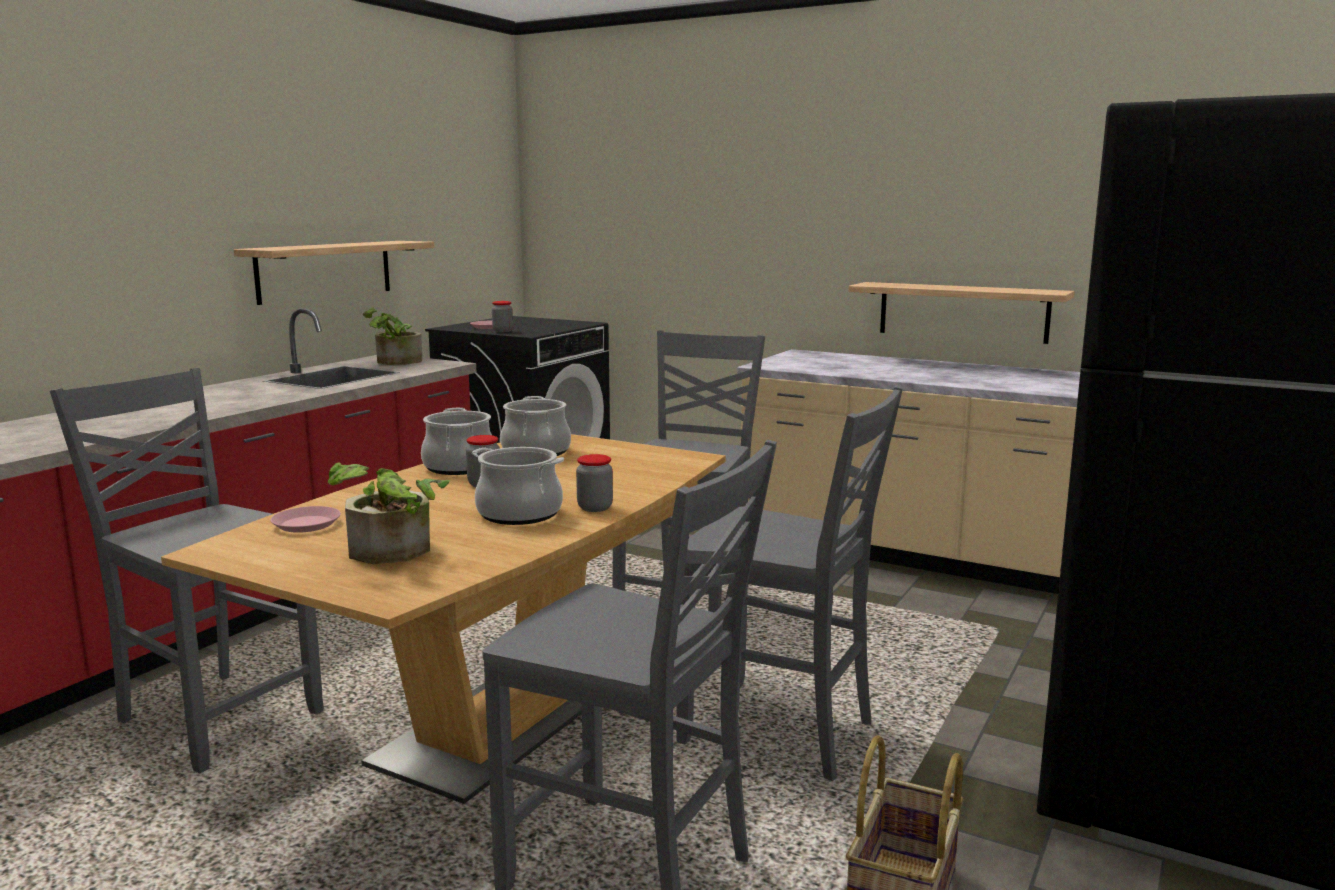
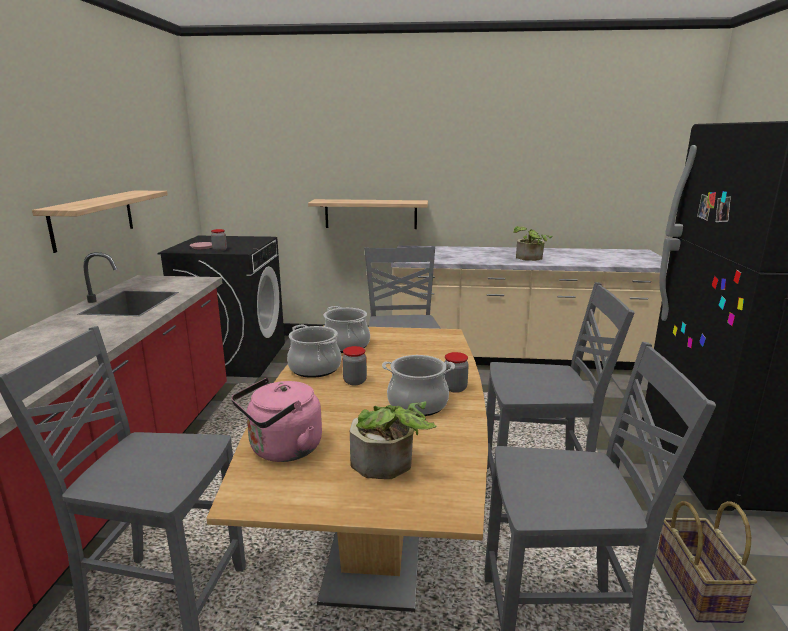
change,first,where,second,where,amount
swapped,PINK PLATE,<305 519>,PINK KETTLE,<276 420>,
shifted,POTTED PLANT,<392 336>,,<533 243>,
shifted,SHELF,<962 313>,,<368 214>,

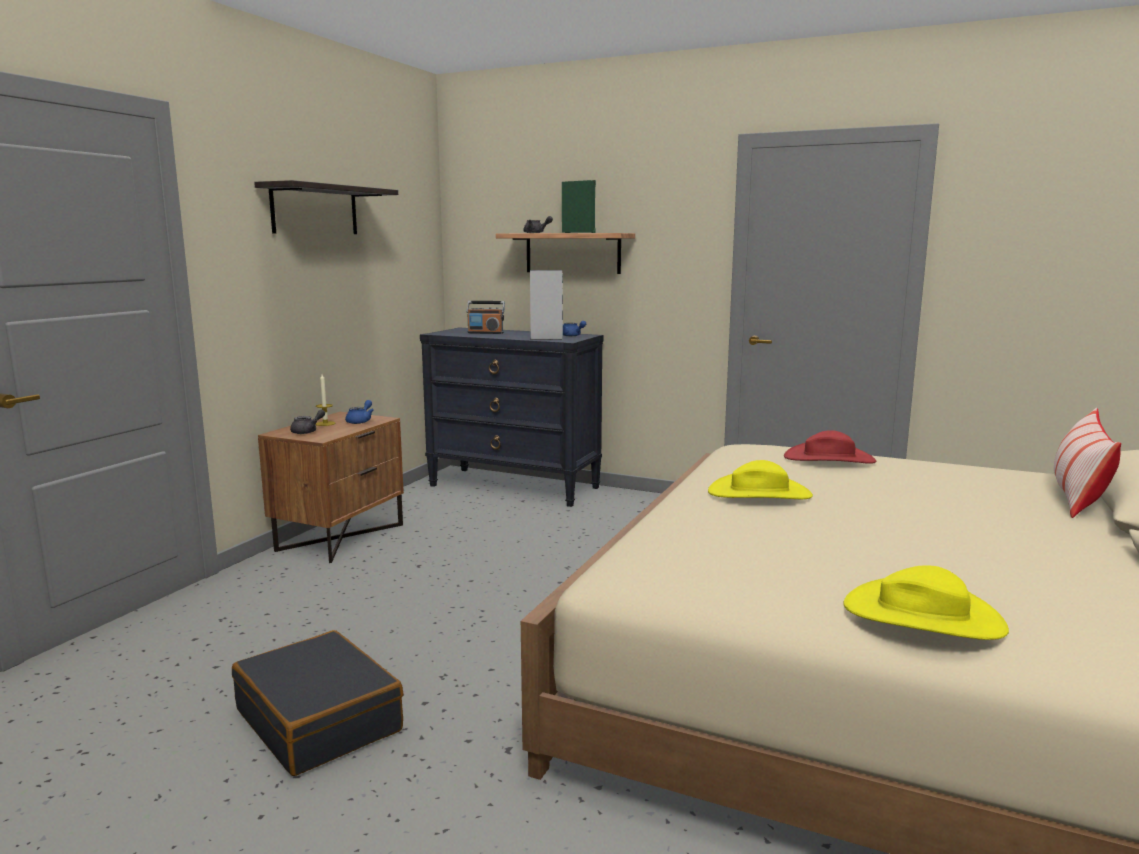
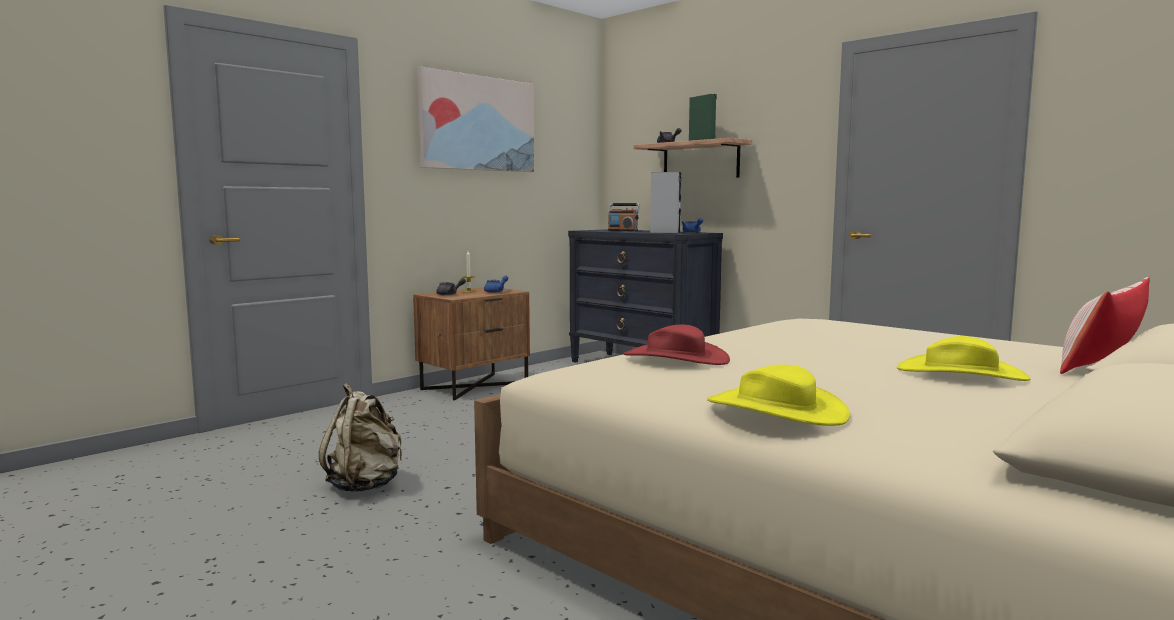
change,first,where,second,where,amount
swapped,BLACK SUITCASE,<317 703>,BEIGE BACKPACK,<360 437>,
swapped,SHELF,<326 207>,PICTURE,<475 119>,
shifted,YELLOW HAT,<760 479>,,<964 358>,
shifted,RED HAT,<830 447>,,<677 345>,

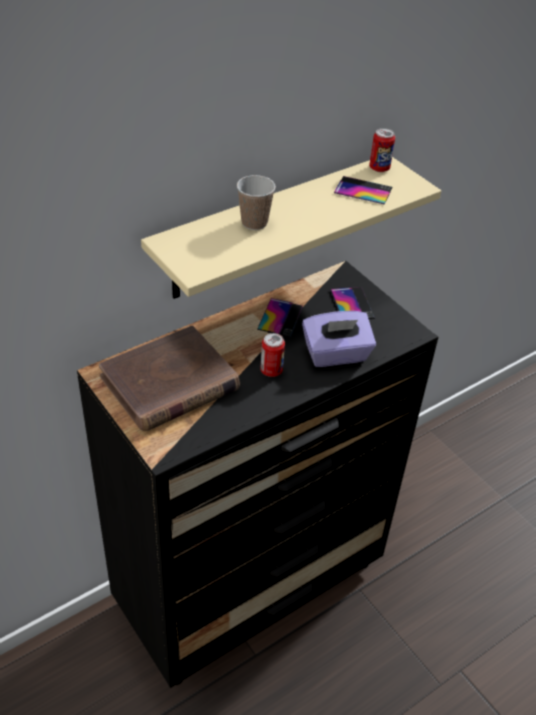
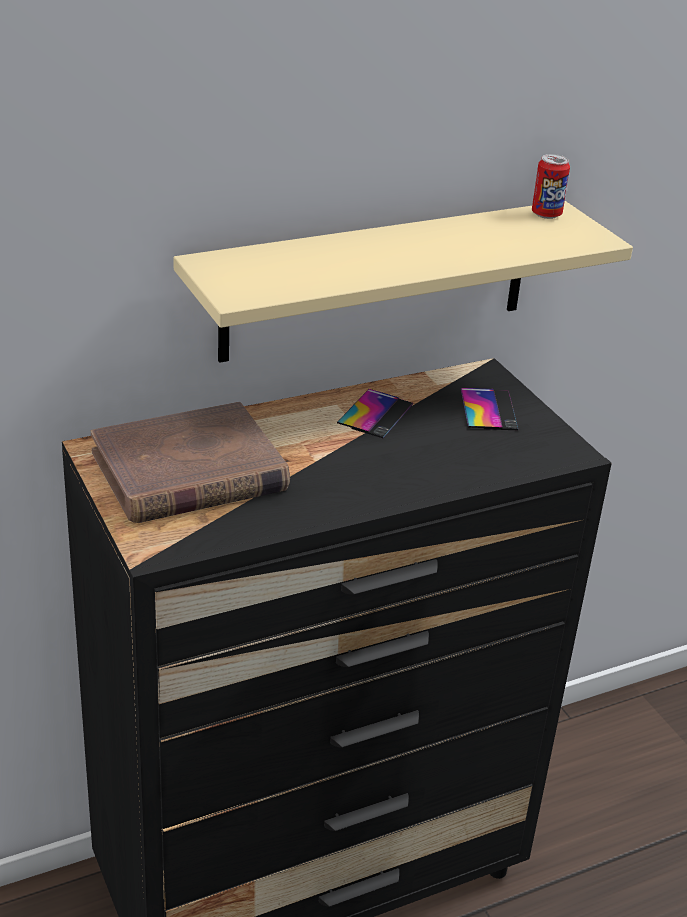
change,first,where,second,where,amount
gone,CUP,<256 202>,,,
gone,CAN,<272 355>,,,
gone,PURPLE TISSUE BOX,<339 339>,,,
gone,PHONE,<363 190>,,,

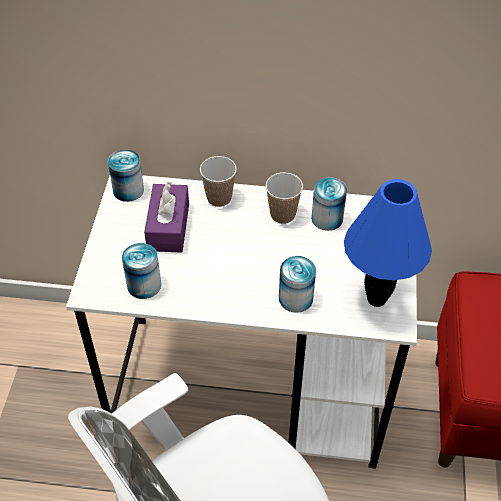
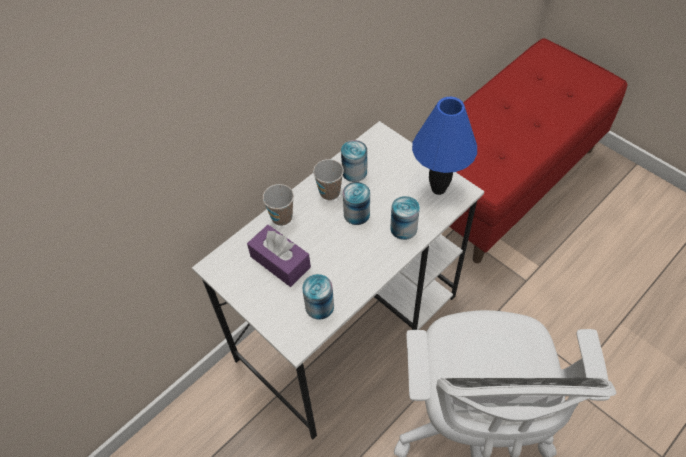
change,first,where,second,where,amount
shifted,CAN,<126 176>,,<356 203>,

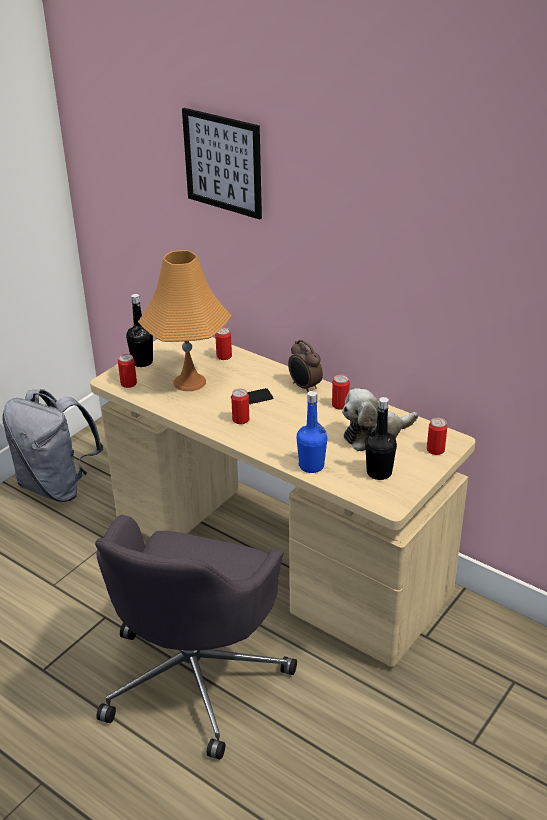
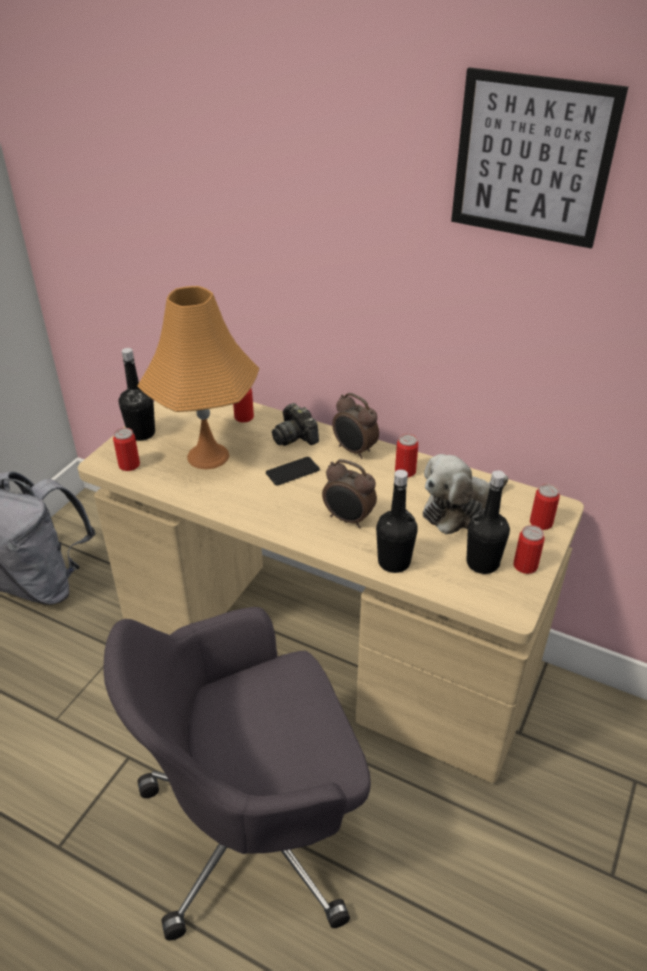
change,first,where,second,where,amount
rotated,GREY OFFICE CHAIR,<196 637>,,<237 773>,60 degrees clockwise
shifted,PICTURE,<222 164>,,<539 158>,
shifted,CAN,<240 406>,,<529 549>,
repainted,BLUE BOTTLE,<311 432>,BLACK BOTTLE,<397 521>,
new,,,PHOTO CAMERA,<295 424>,
new,,,ALARM CLOCK,<349 493>,

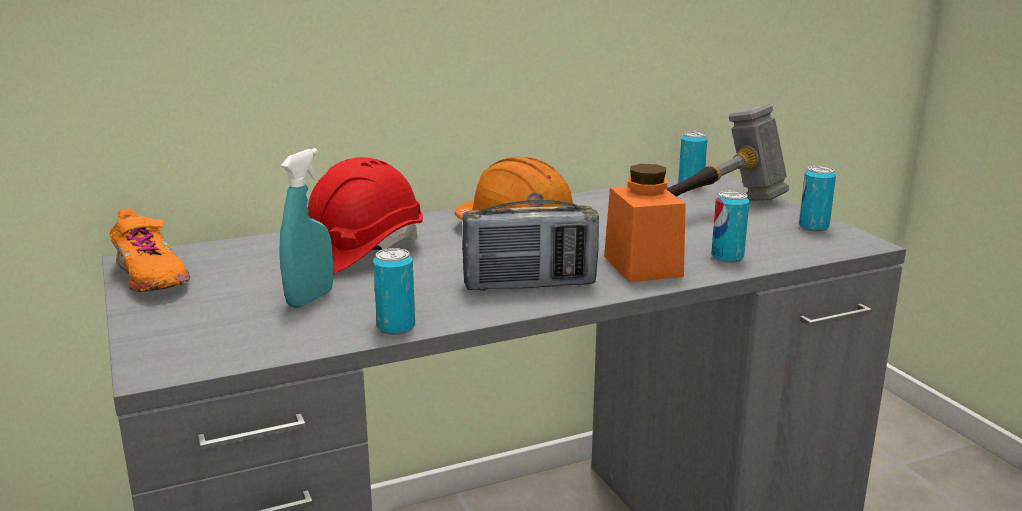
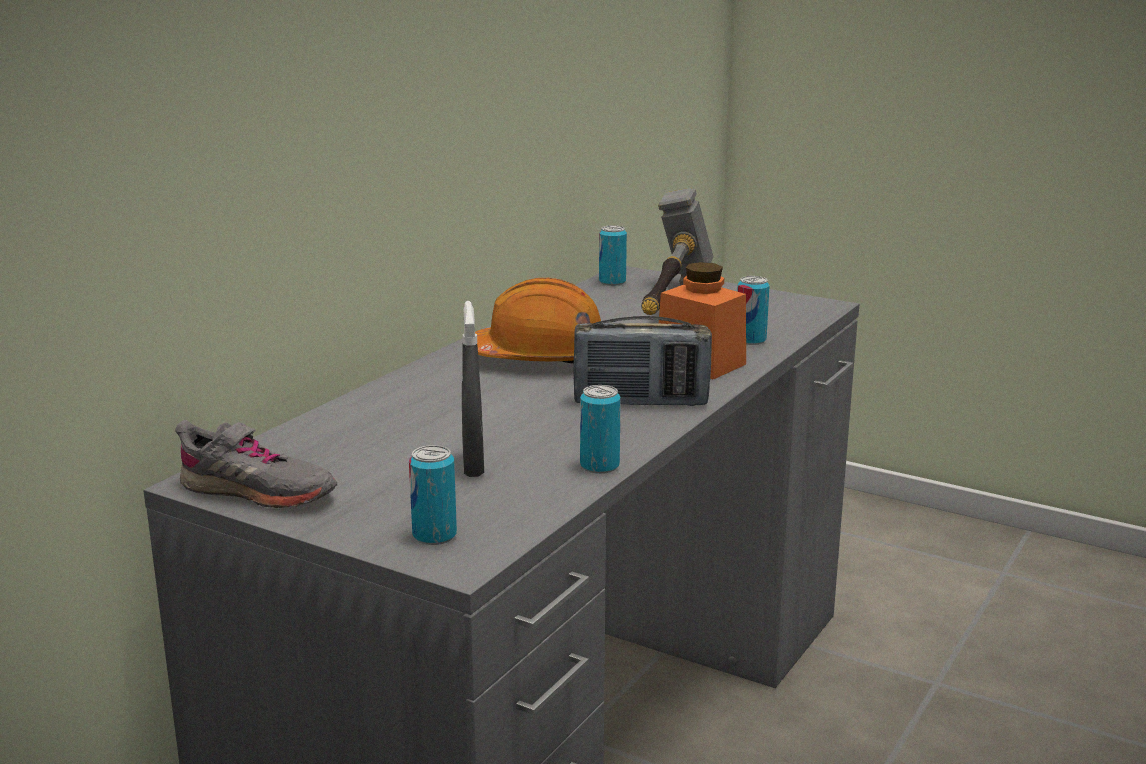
change,first,where,second,where,amount
repainted,ORANGE SHOE,<150 250>,GREY SHOE,<256 464>,
repainted,TURQUOISE SPRAY BOTTLE,<306 228>,GREY SPRAY BOTTLE,<473 389>,
gone,RED HARD HAT,<365 215>,,,
rotated,RADIO,<530 245>,,<642 361>,45 degrees clockwise
shifted,CAN,<817 199>,,<433 495>,

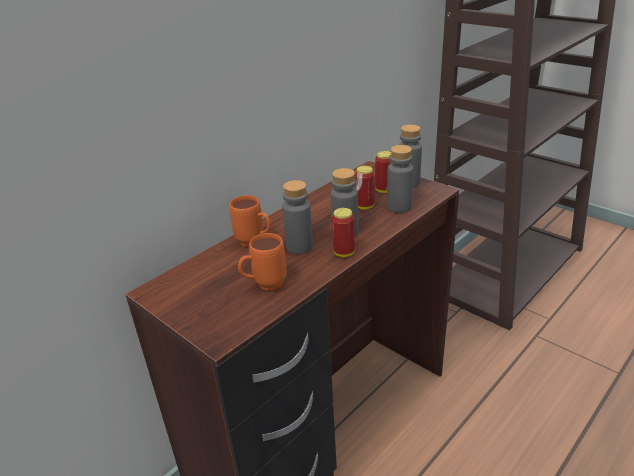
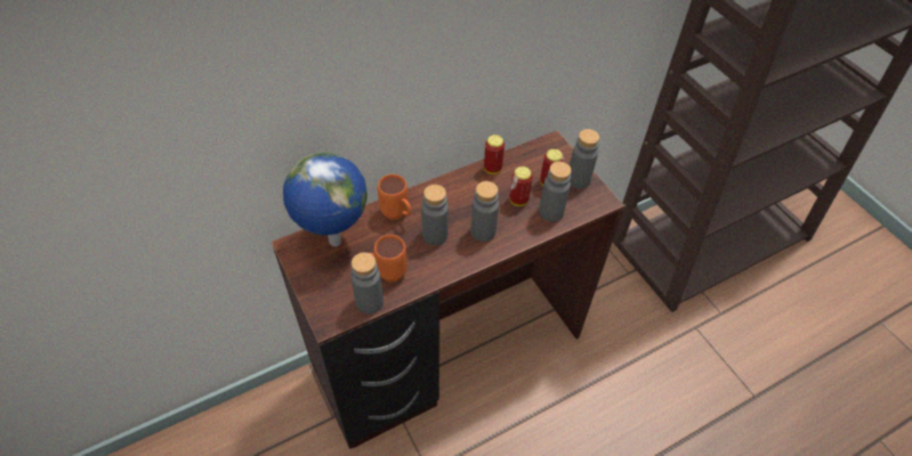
change,first,where,second,where,amount
shifted,CAN,<343 232>,,<494 154>,
new,,,GLOBE,<325 199>,
new,,,GREY BOTTLE,<367 283>,

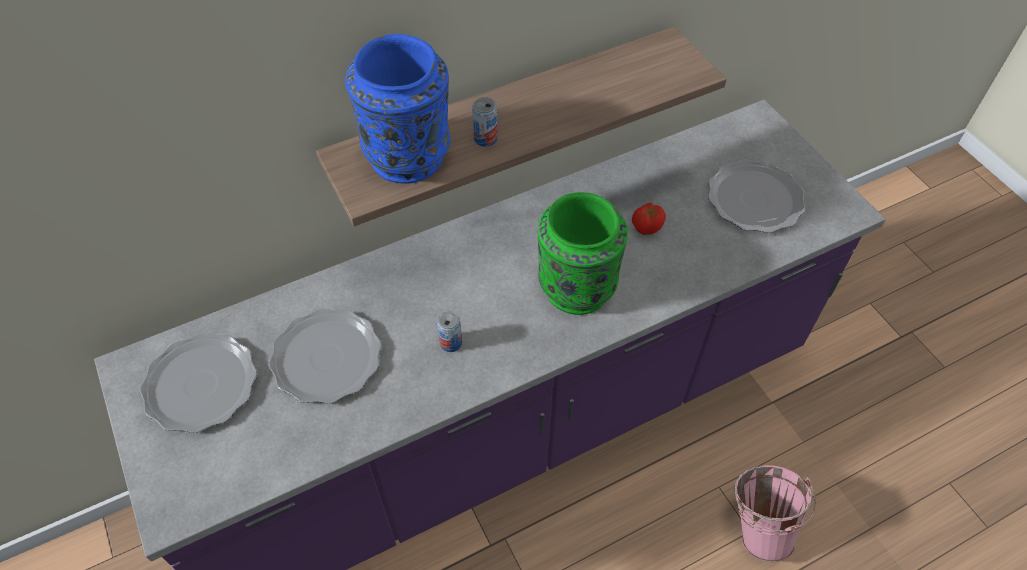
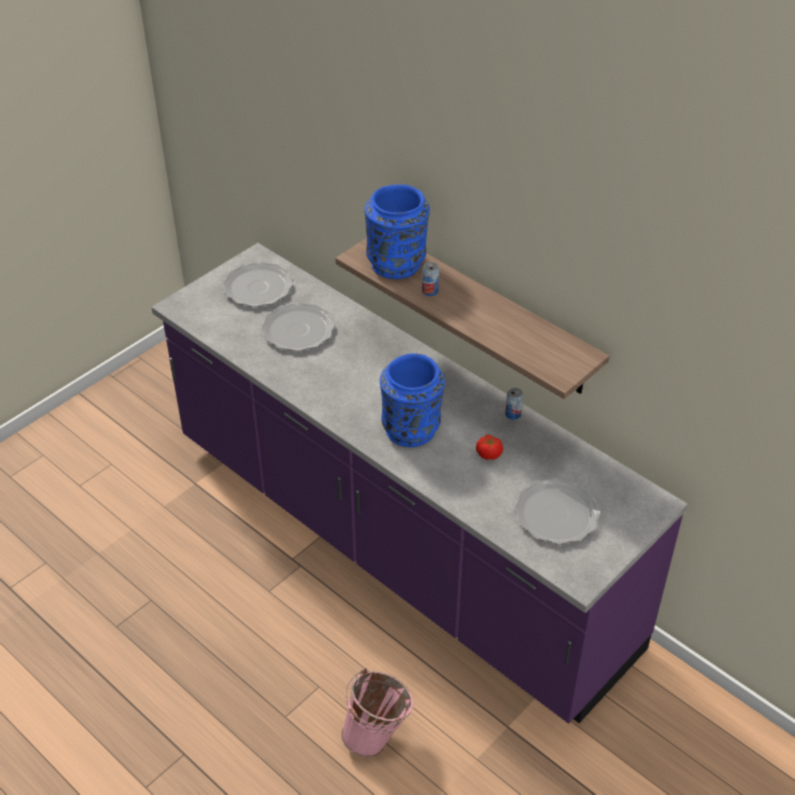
change,first,where,second,where,amount
shifted,CAN,<449 331>,,<514 404>,
repainted,GREEN VASE,<583 253>,BLUE VASE,<412 400>,

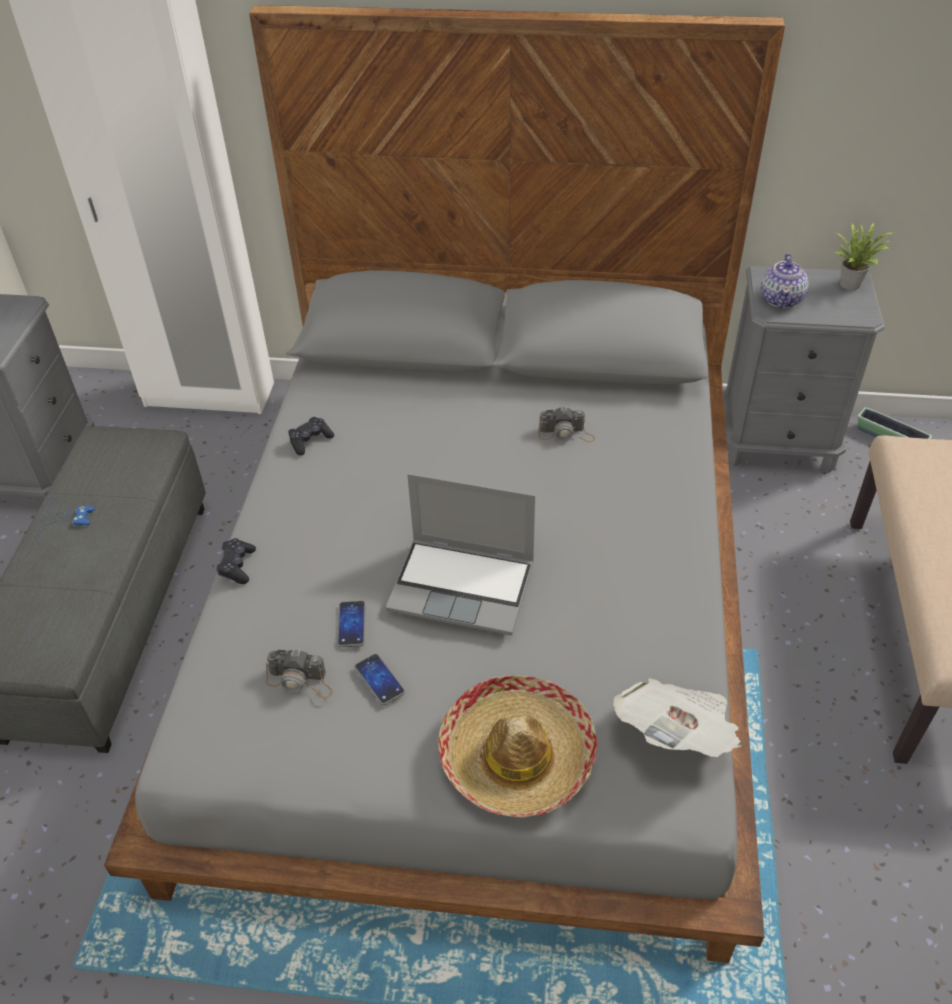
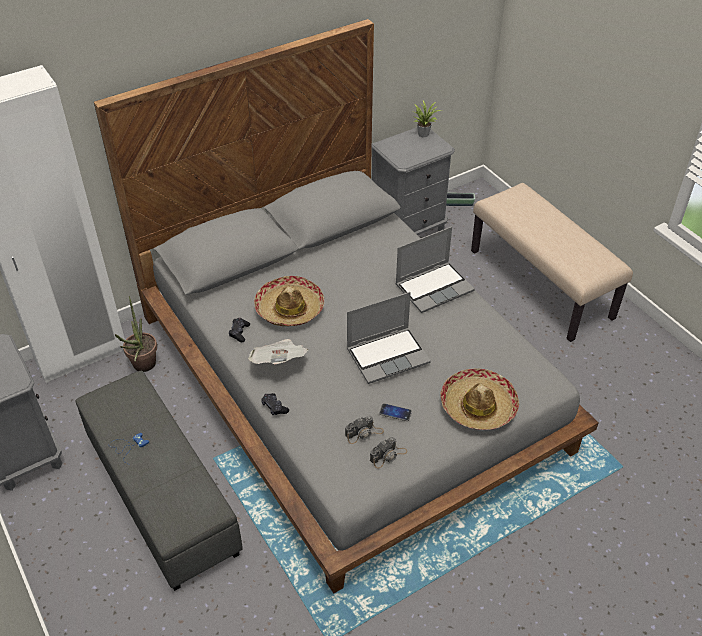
change,first,where,second,where,amount
gone,PHONE,<351 624>,,,
shifted,PHOTO CAMERA,<566 424>,,<389 452>,
shifted,NEWSPAPER,<677 717>,,<278 351>,
gone,TEAPOT,<785 281>,,,
new,,,POTTED PLANT,<136 334>,
new,,,HAT,<289 301>,
new,,,LAPTOP,<435 270>,

